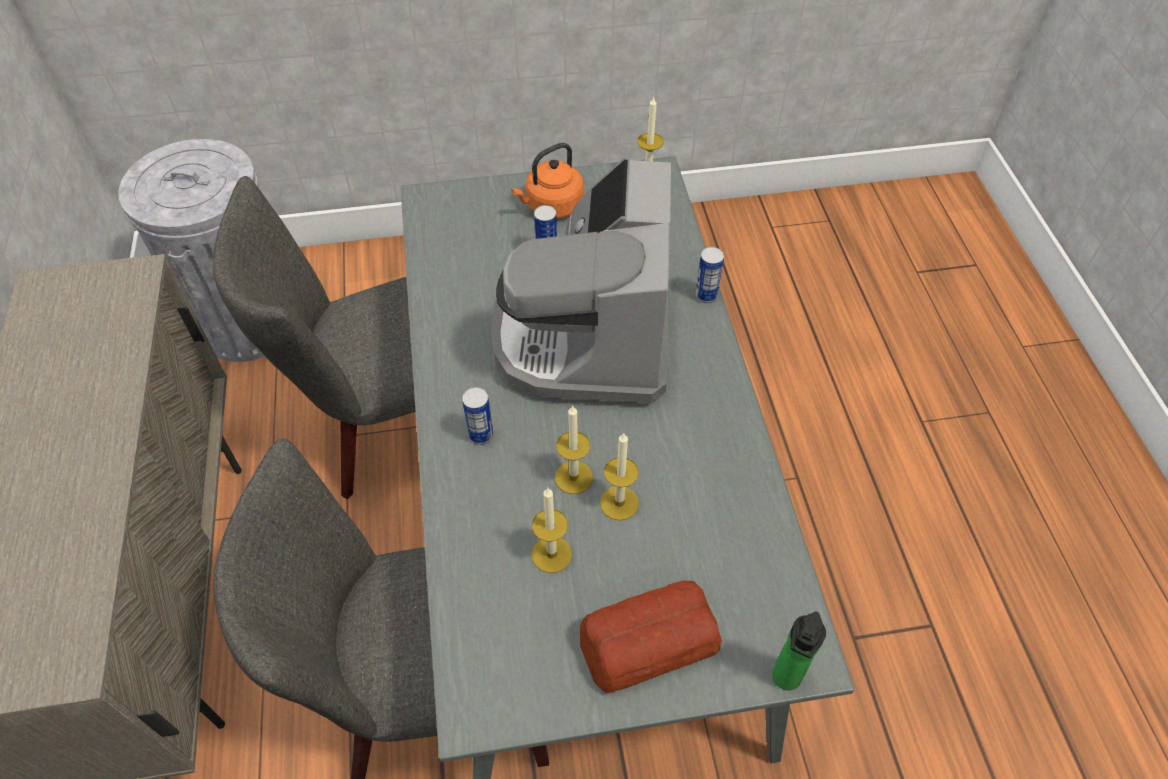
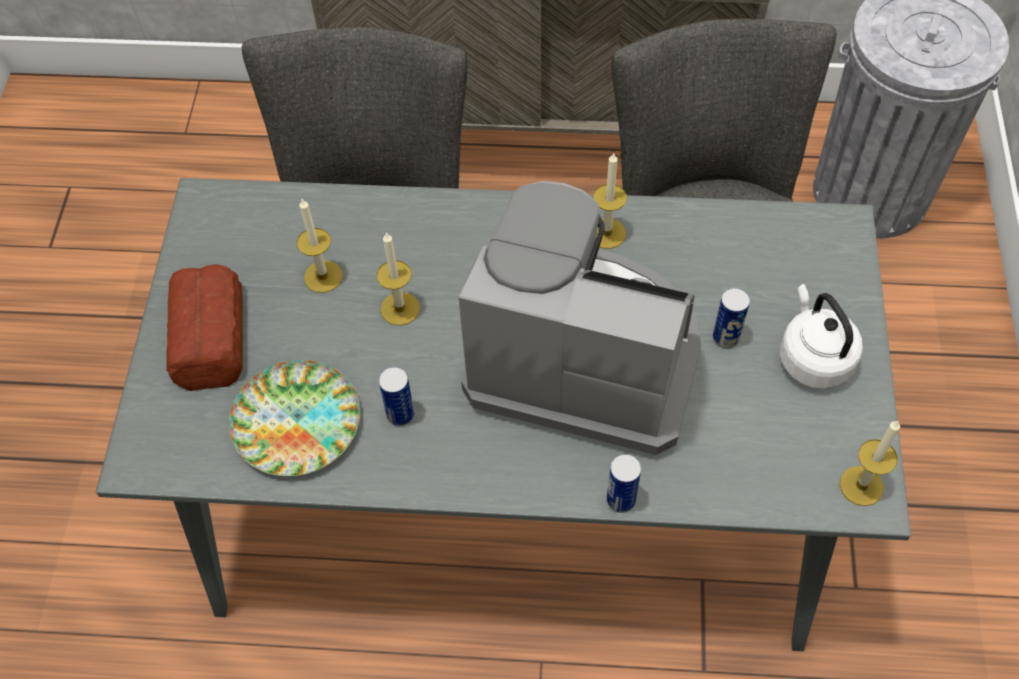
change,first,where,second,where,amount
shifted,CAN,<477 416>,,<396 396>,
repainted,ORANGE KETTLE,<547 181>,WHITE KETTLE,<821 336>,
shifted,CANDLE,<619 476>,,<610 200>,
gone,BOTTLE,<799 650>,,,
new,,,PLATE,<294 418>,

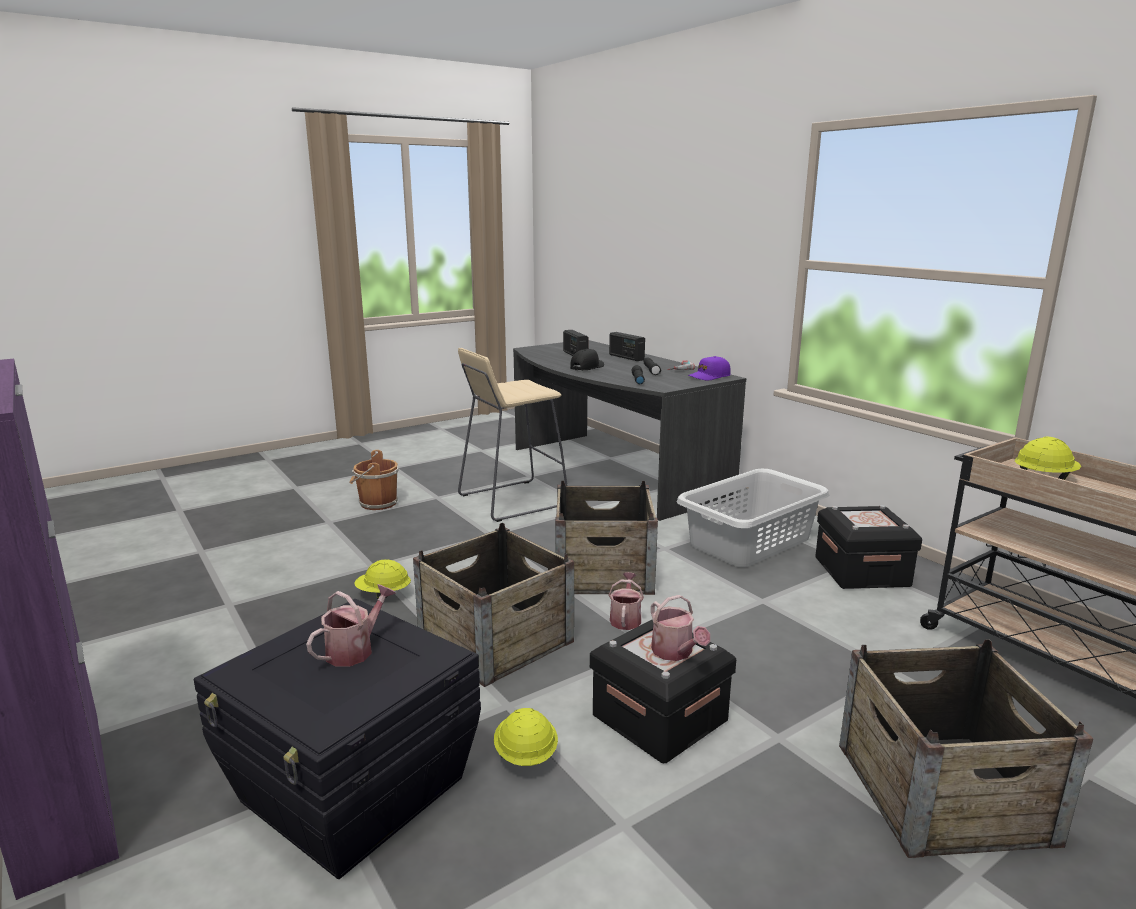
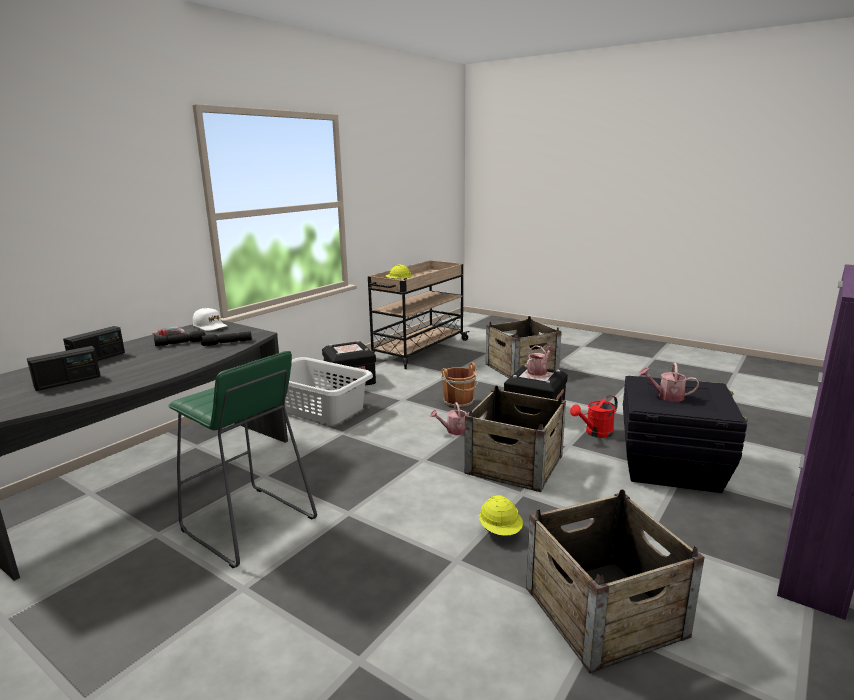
change,first,where,second,where,amount
shifted,BROWN BUCKET,<374 480>,,<460 385>,
repainted,BEIGE STOOL,<513 435>,GREEN STOOL,<242 459>,
swapped,YELLOW HARD HAT,<526 737>,RED WATERING CAN,<594 416>,
shifted,CRATE,<606 537>,,<615 581>,
gone,BLACK CAP,<587 359>,,,
repainted,PURPLE CAP,<709 368>,WHITE CAP,<210 319>,

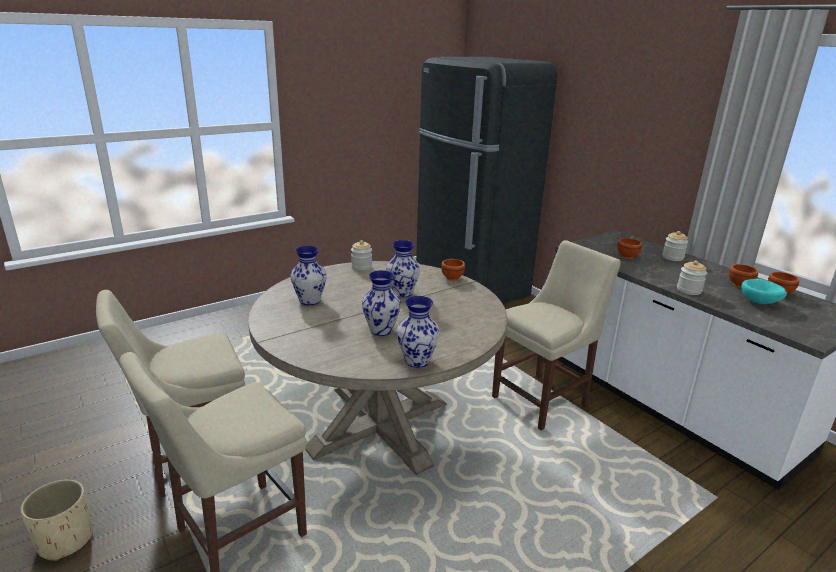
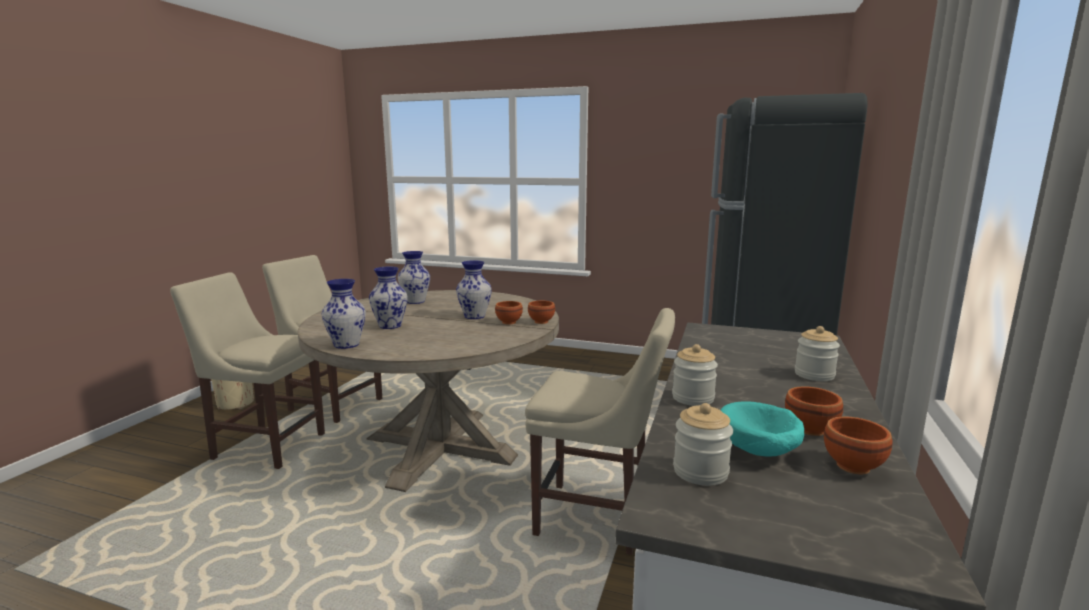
change,first,where,second,where,amount
shifted,JAR,<361 255>,,<703 444>,
shifted,BROWN BOWL,<629 248>,,<509 313>,

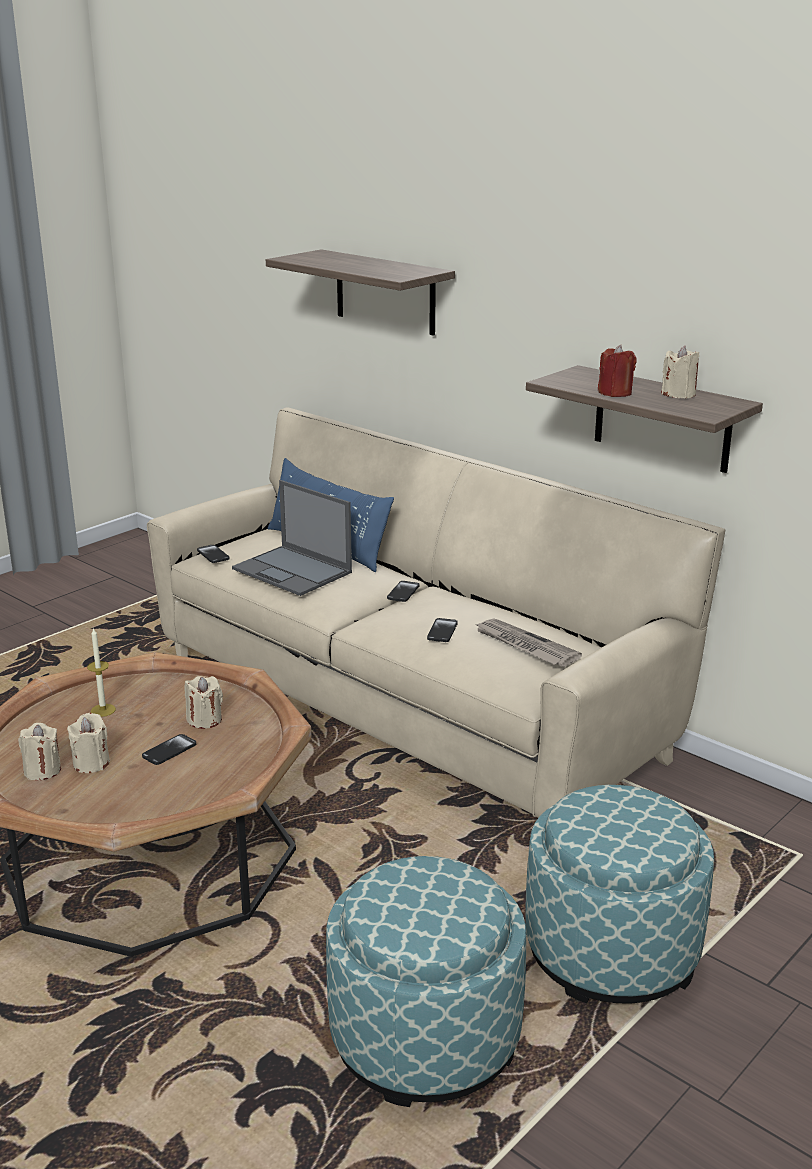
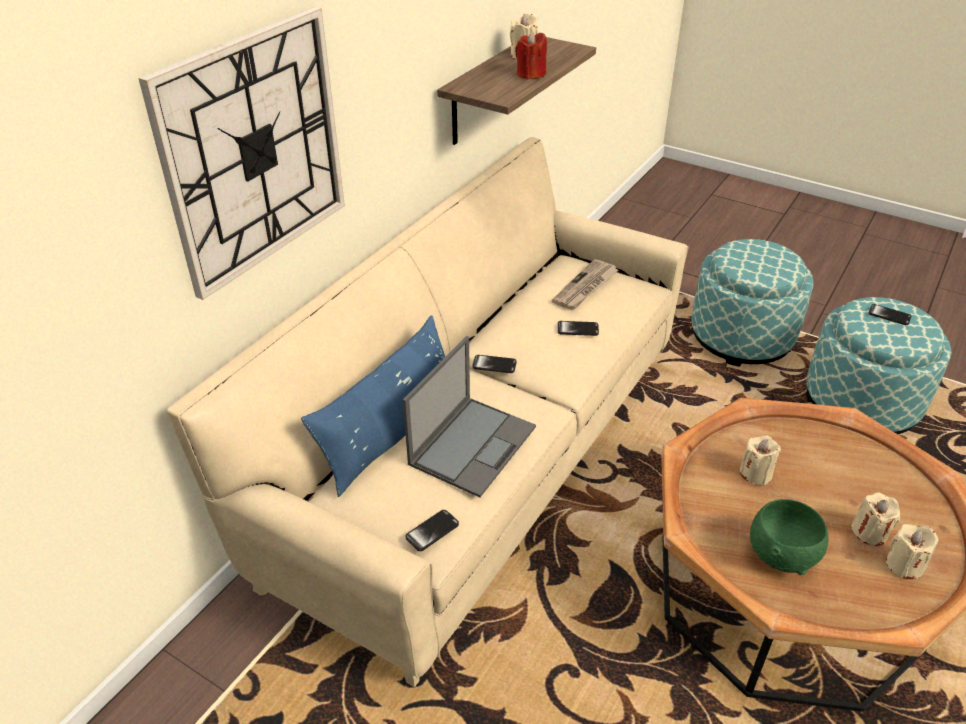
change,first,where,second,where,amount
swapped,CANDLE,<101 672>,GREEN BOWL,<789 537>,
shifted,PHONE,<169 749>,,<890 314>,
swapped,SHELF,<360 292>,WALL CLOCK,<241 153>,

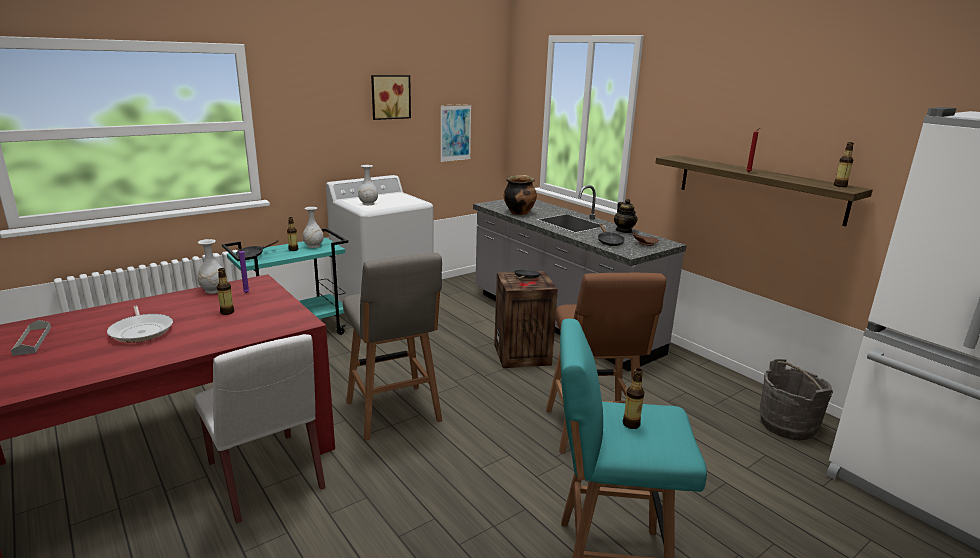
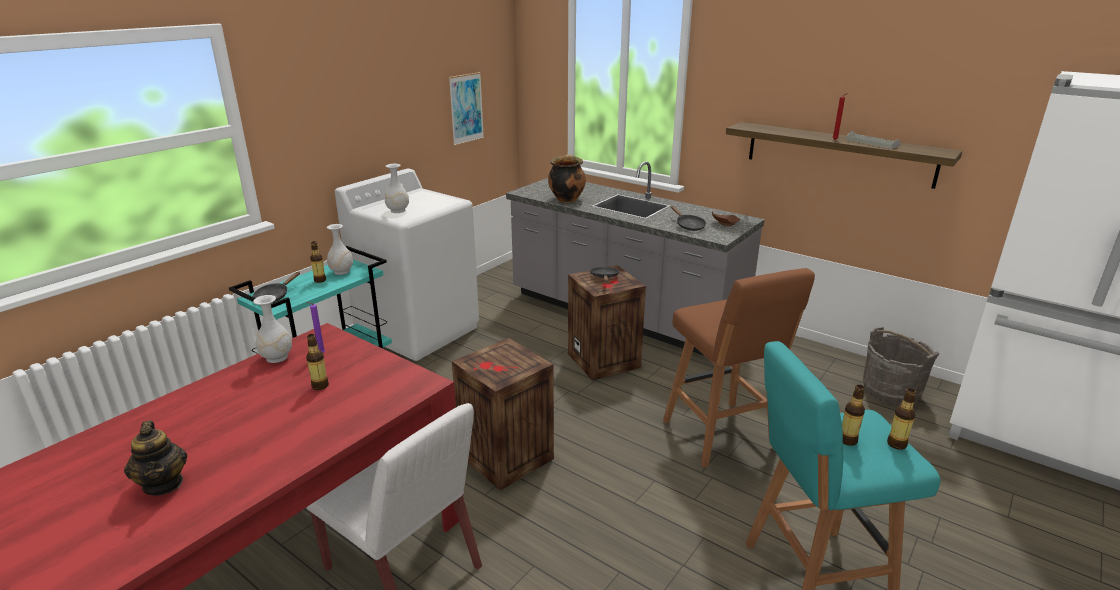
change,first,where,second,where,amount
shifted,GREY TRAY,<31 338>,,<873 140>,
gone,FRYING PAN,<140 324>,,,
swapped,GREY STOOL,<392 347>,CRATE,<503 414>,
gone,PICTURE,<391 97>,,,
shifted,TEAPOT,<626 216>,,<155 457>,
shifted,BOTTLE,<844 164>,,<901 419>,

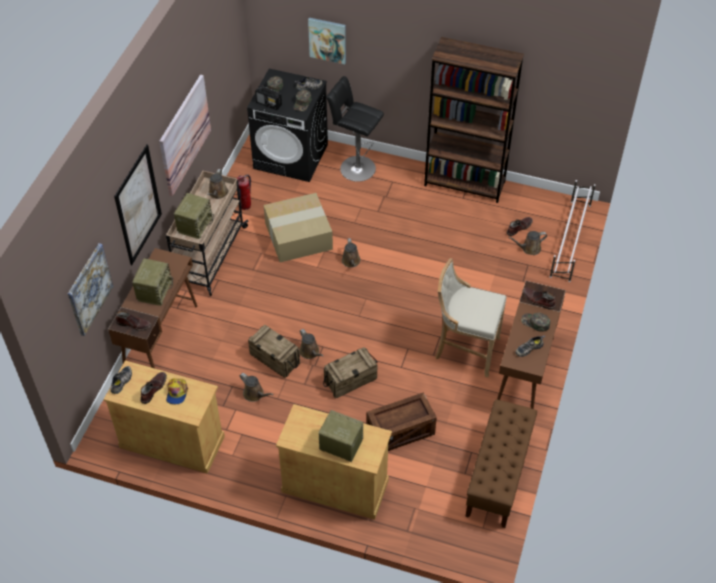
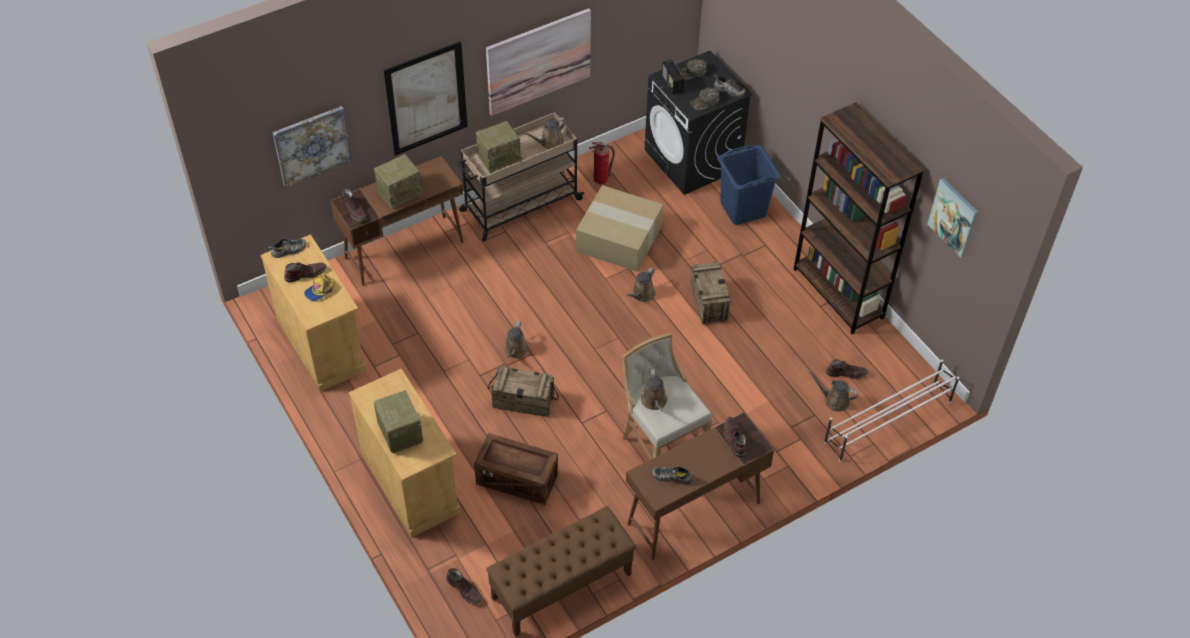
change,first,where,second,where,amount
shifted,BROWN WATERING CAN,<257 387>,,<654 390>,
shifted,CRATE,<274 351>,,<710 293>,
shifted,PICTURE,<327 41>,,<952 218>,
swapped,BLACK STOOL,<355 129>,BLUE LAUNDRY BASKET,<749 185>,
gone,GREEN CAP,<535 322>,,,
new,,,BROWN BOOT,<464 586>,

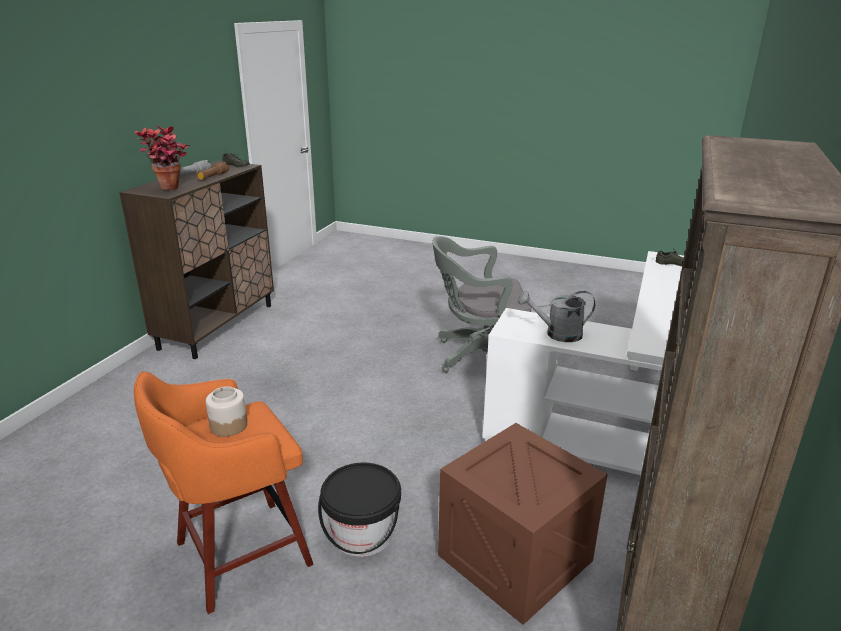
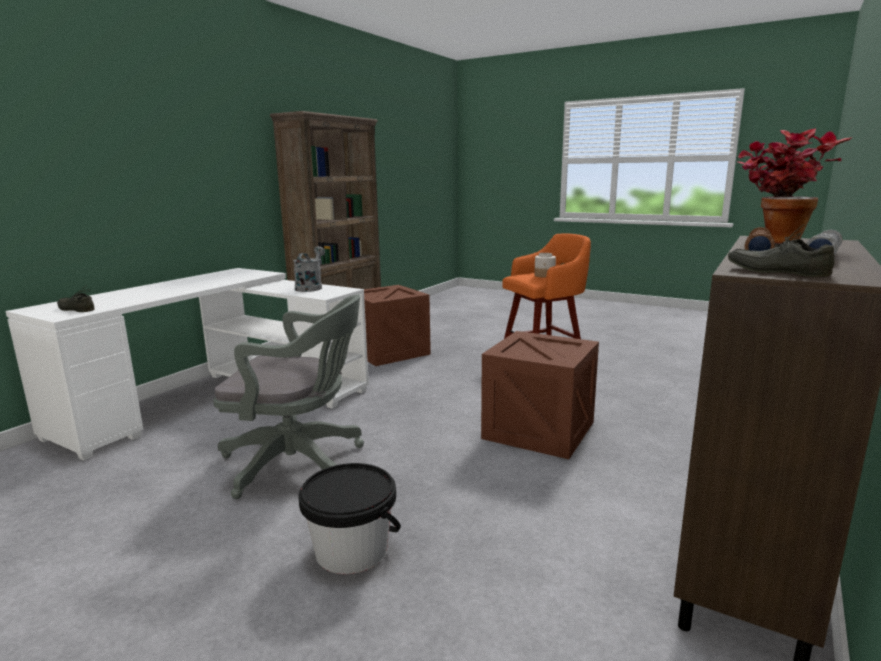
change,first,where,second,where,amount
shifted,BLACK BUCKET,<359 510>,,<349 518>,
rotated,GREY WATERING CAN,<557 316>,,<309 269>,90 degrees counterclockwise
new,,,CRATE,<540 395>,

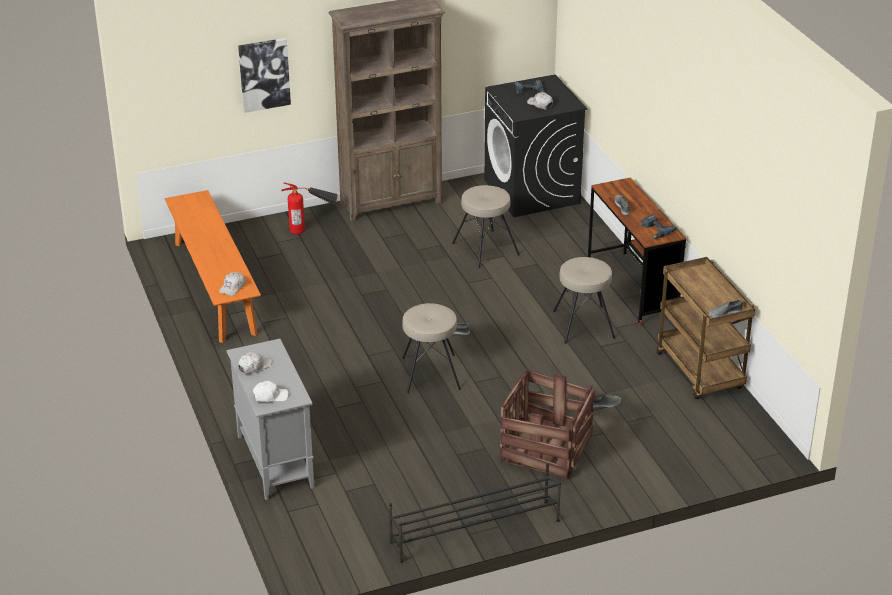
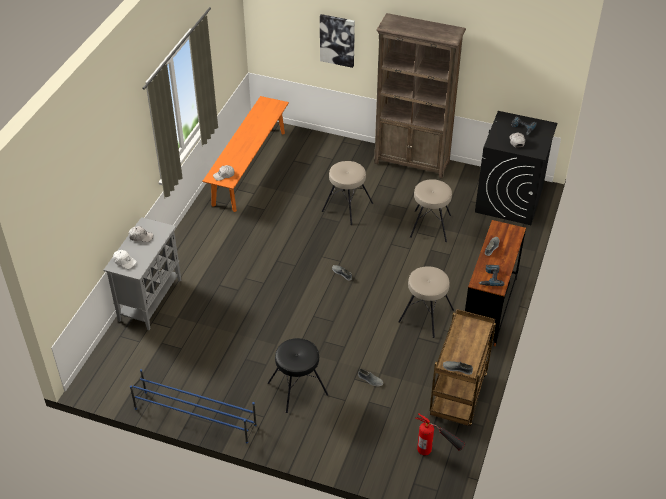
change,first,where,second,where,amount
shifted,FIRE EXTINGUISHER,<309 208>,,<440 434>,
repainted,BLACK SHOE RACK,<475 513>,BLUE SHOE RACK,<193 406>,
shifted,BEIGE STOOL,<431 348>,,<347 193>,
swapped,CRATE,<547 424>,BLACK STOOL,<298 375>,

